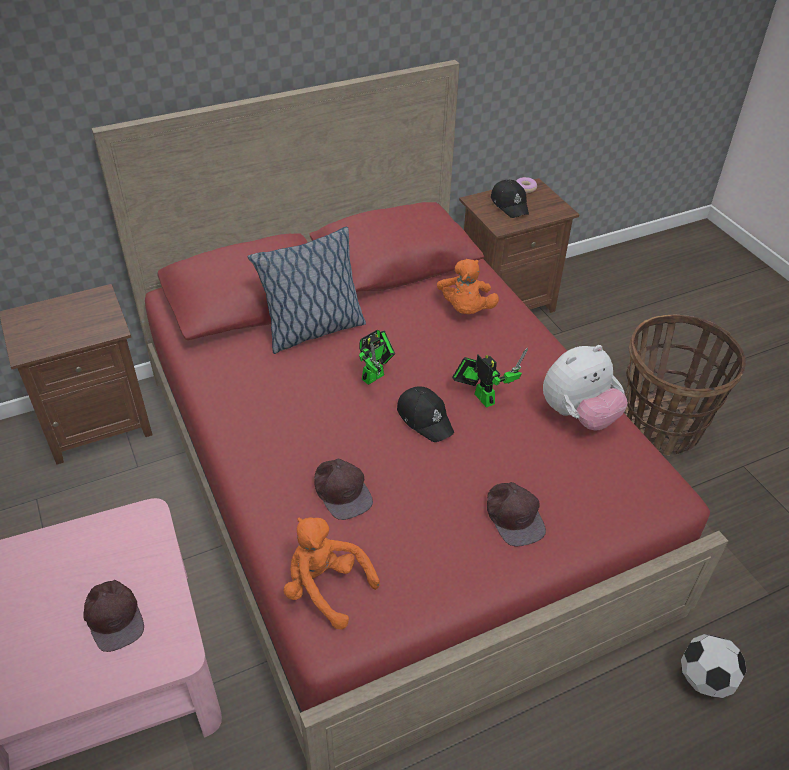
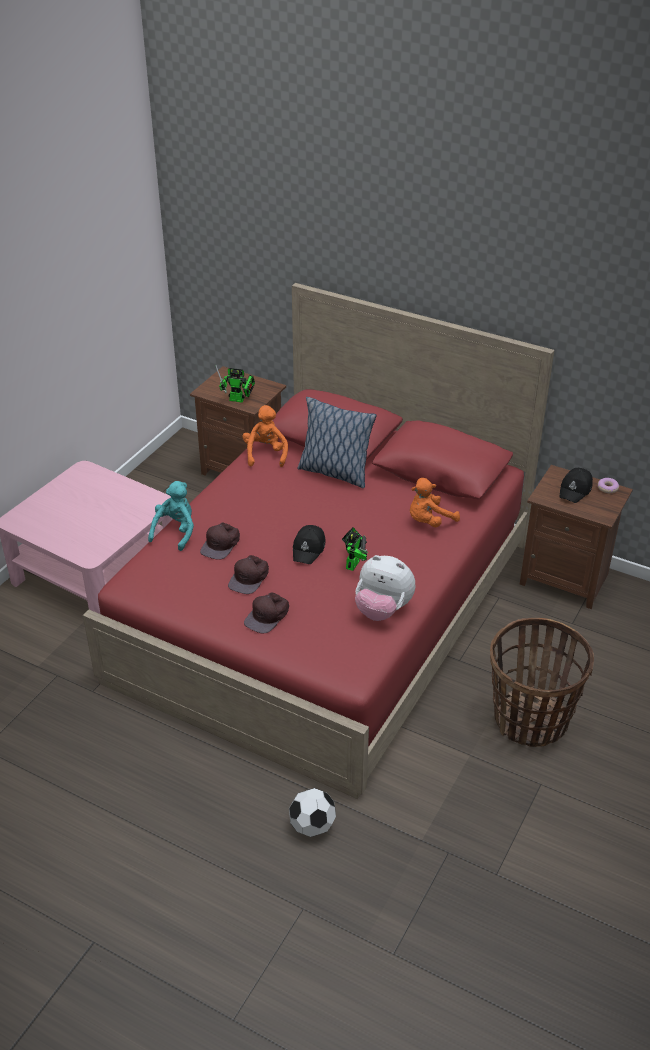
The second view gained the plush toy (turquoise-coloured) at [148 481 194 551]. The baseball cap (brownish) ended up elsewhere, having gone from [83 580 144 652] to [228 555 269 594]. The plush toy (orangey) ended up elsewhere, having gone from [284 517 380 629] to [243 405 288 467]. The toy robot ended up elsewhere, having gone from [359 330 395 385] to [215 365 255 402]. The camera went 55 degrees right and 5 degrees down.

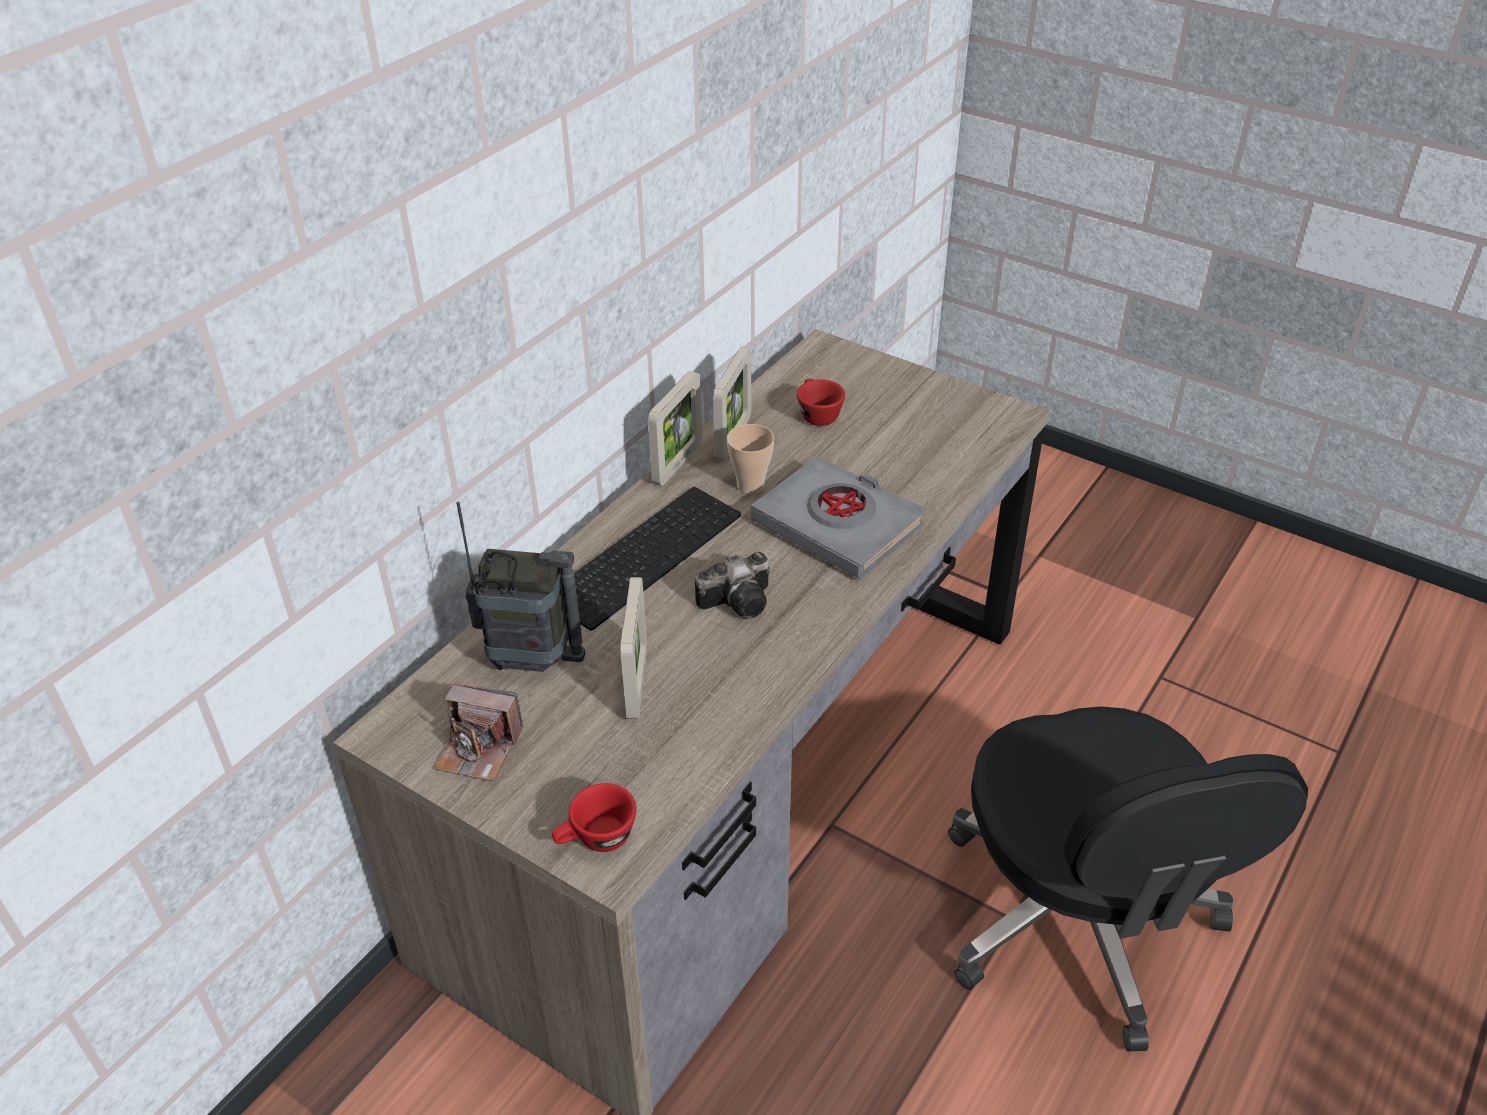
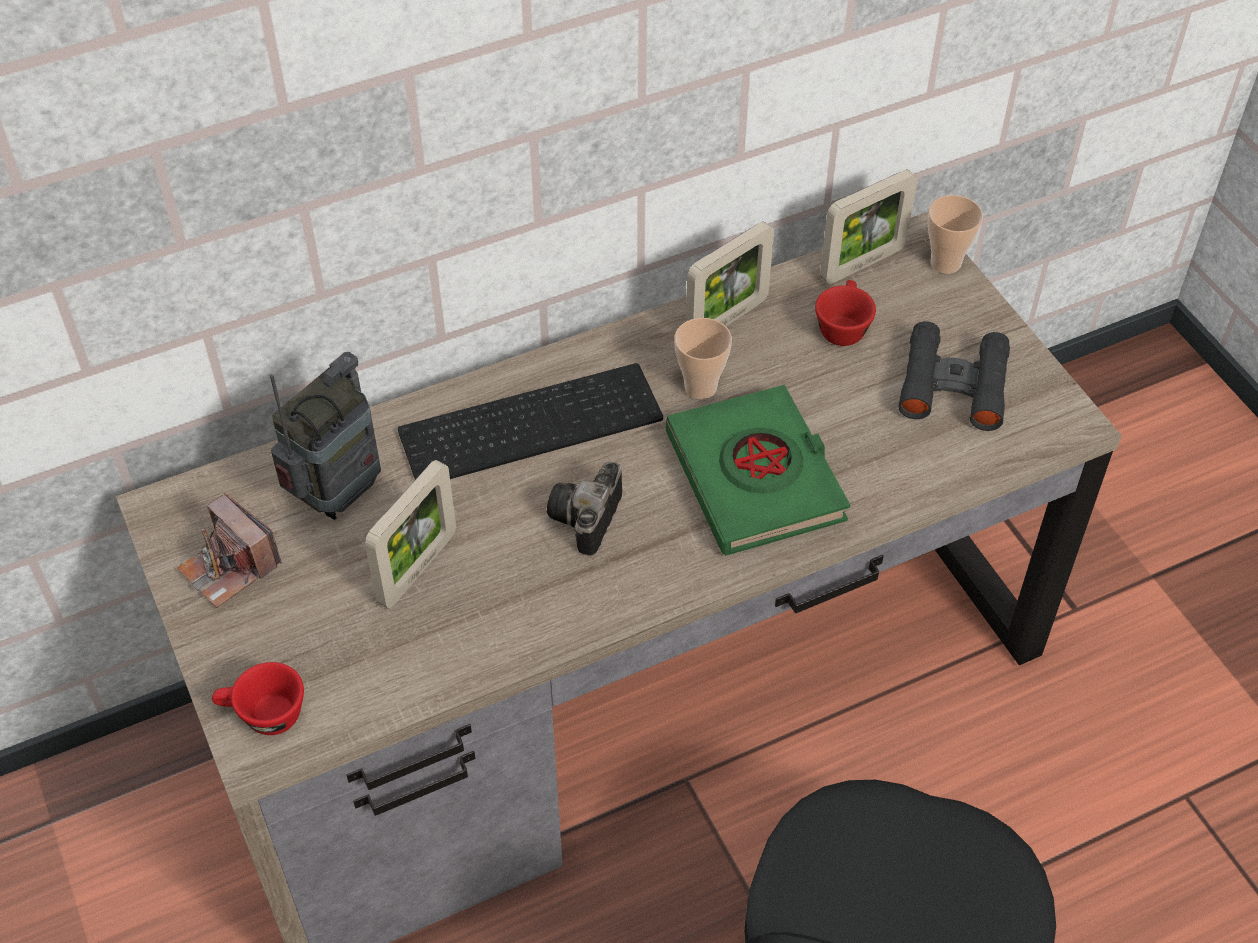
The second view gained the binoculars (black-coloured) at [898 321 1010 431]. The second view gained the drinking cup at [928 195 983 274]. The photo frame ended up elsewhere, having gone from [648 371 702 486] to [820 170 917 284]. What was the bound book (greyish) at [751 456 926 579] turned into the bound book (green-coloured) at [666 385 850 556]. The radio set at [457 502 585 672] ended up facing another way, 90 degrees counterclockwise from before. The still camera at [695 552 770 618] ended up facing another way, 105 degrees clockwise from before. The camera went 30 degrees right and 10 degrees up.

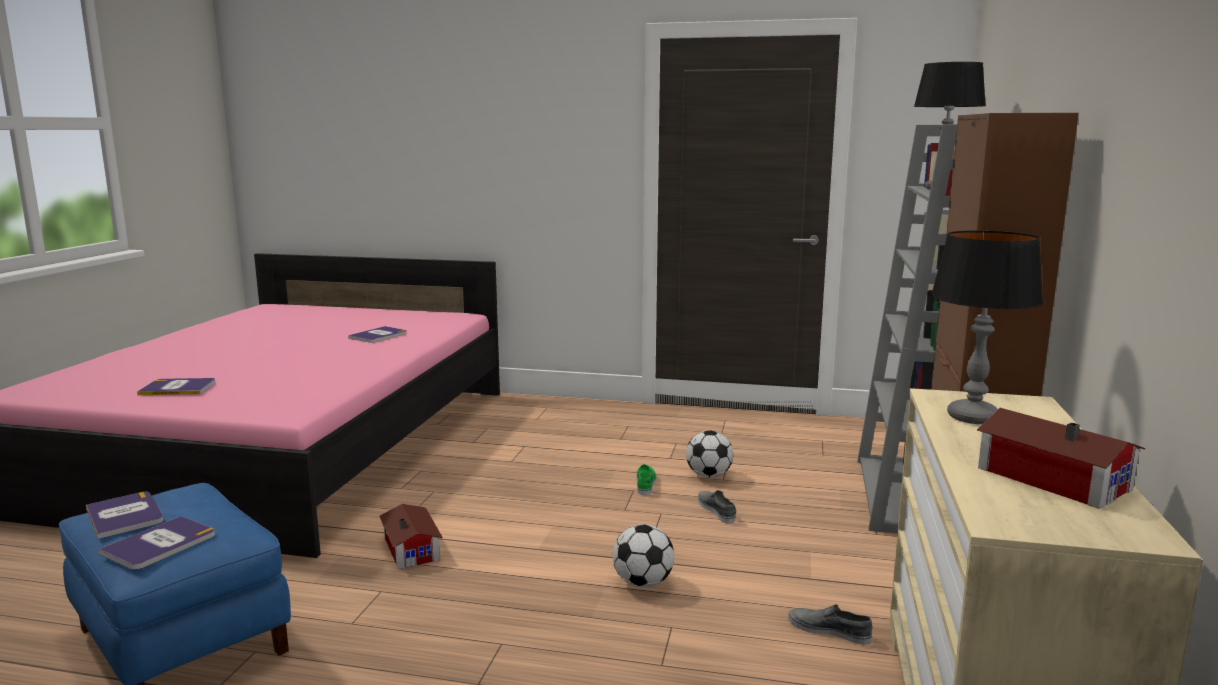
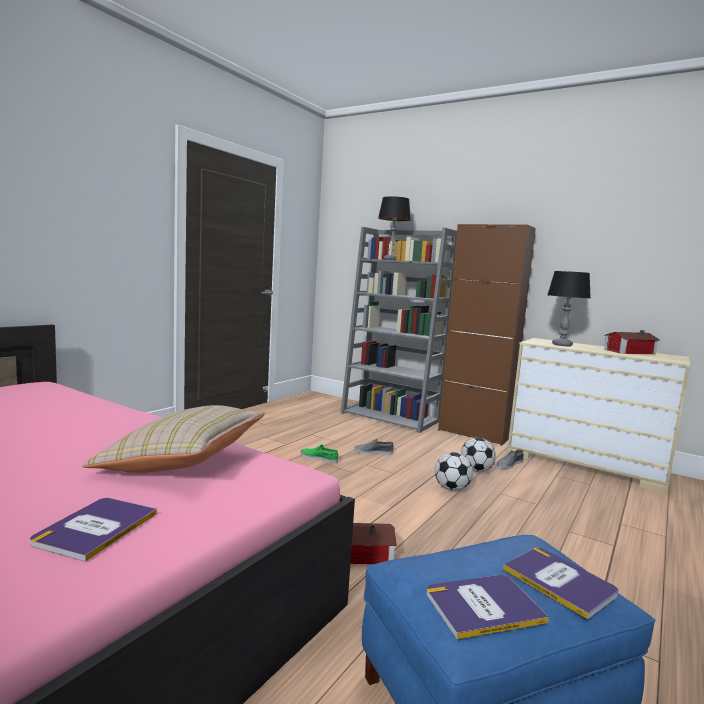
The second view lost the bound book at [348 326 407 343]. The second view gained the pillow (beige) at [82 405 265 473]. The ball for football ended up elsewhere, having gone from [686 430 733 478] to [461 438 496 472]. The camera went 70 degrees left and 5 degrees down.

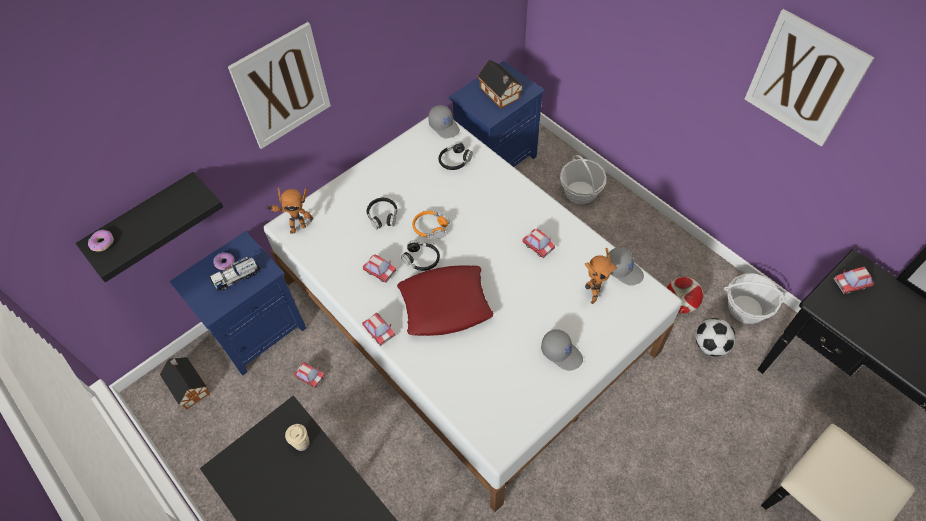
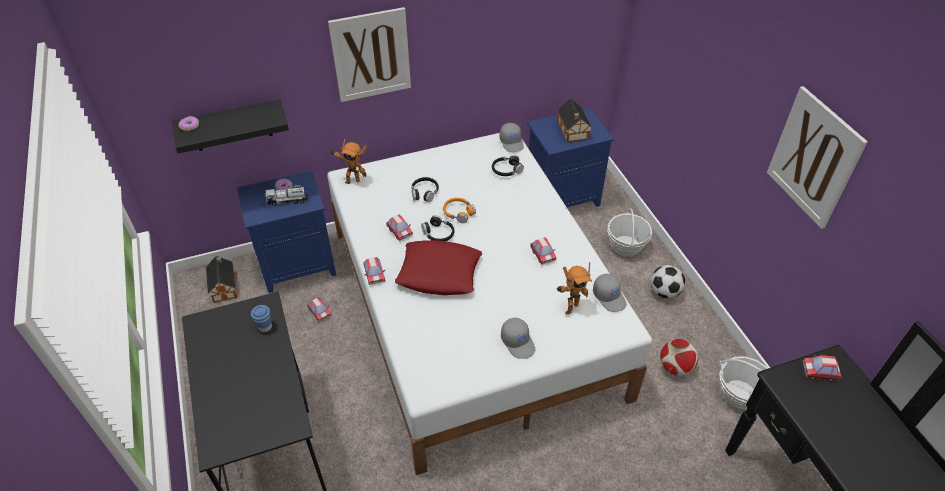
The ball for football ended up elsewhere, having gone from [695 318 736 357] to [651 265 685 299]. What was the drinking cup (beige) at [285 424 310 451] turned into the drinking cup (blue-coloured) at [251 305 272 332]. The camera went 20 degrees right and 10 degrees down.

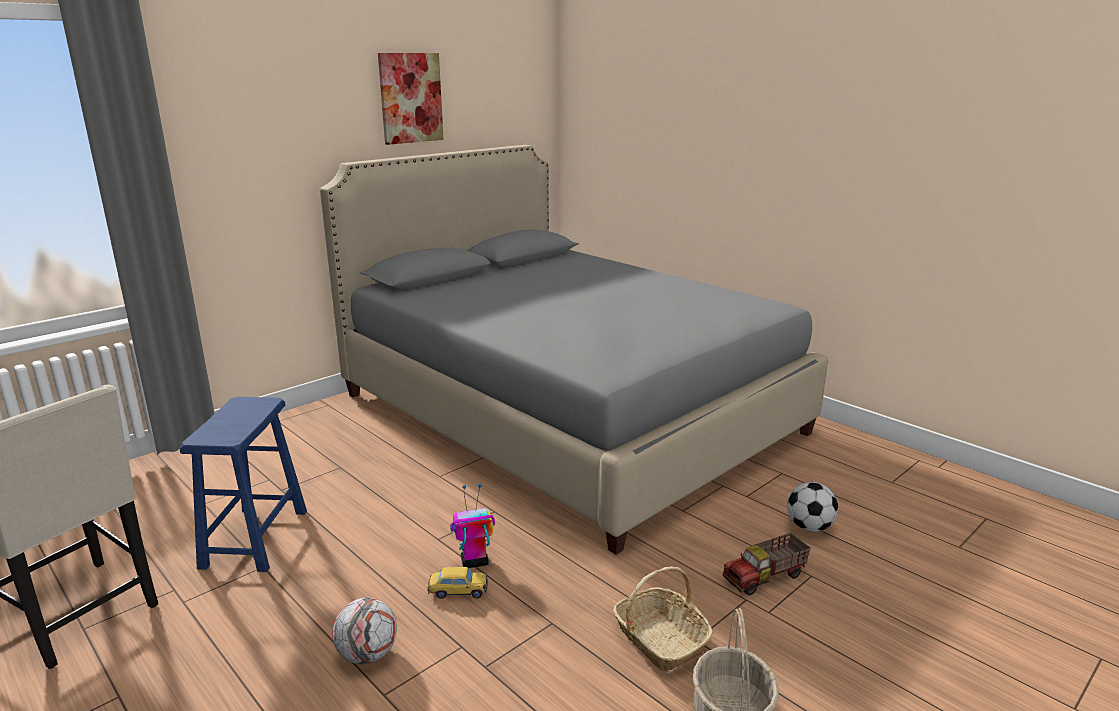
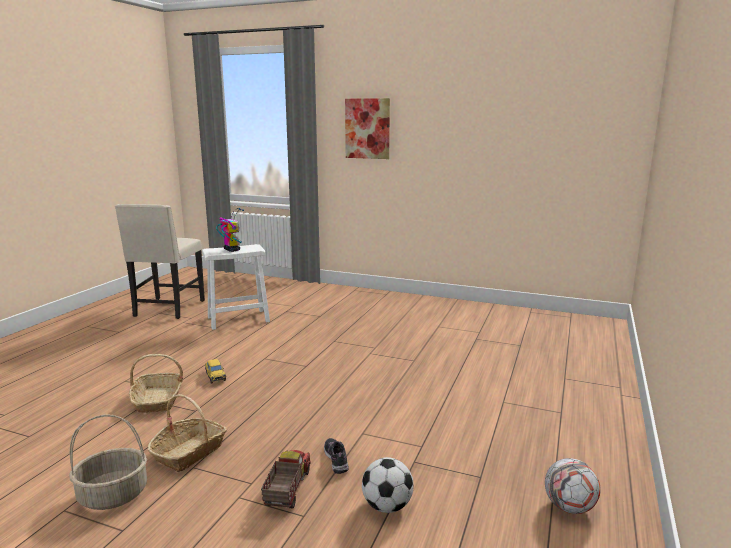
The second view lost the bed (greyish) at [320 145 828 555]. The second view gained the storage basket at [129 354 183 413]. The second view gained the item of footwear at [324 438 349 474]. The ball for football ended up elsewhere, having gone from [332 598 397 664] to [545 458 601 514]. The picture ended up elsewhere, having gone from [378 53 444 145] to [345 98 390 159]. The toy robot ended up elsewhere, having gone from [450 484 495 568] to [216 208 244 252]. What was the sitting stool (blue-coloured) at [180 397 307 572] turned into the sitting stool (white) at [202 244 270 330]. The model truck at [723 533 811 595] ended up facing another way, 60 degrees clockwise from before. The camera went 65 degrees right and 5 degrees down.

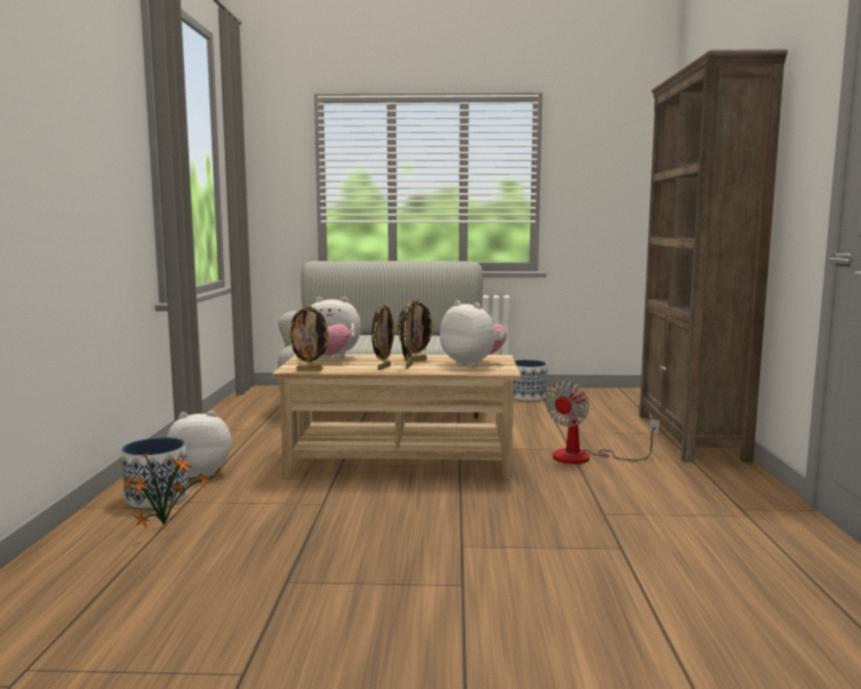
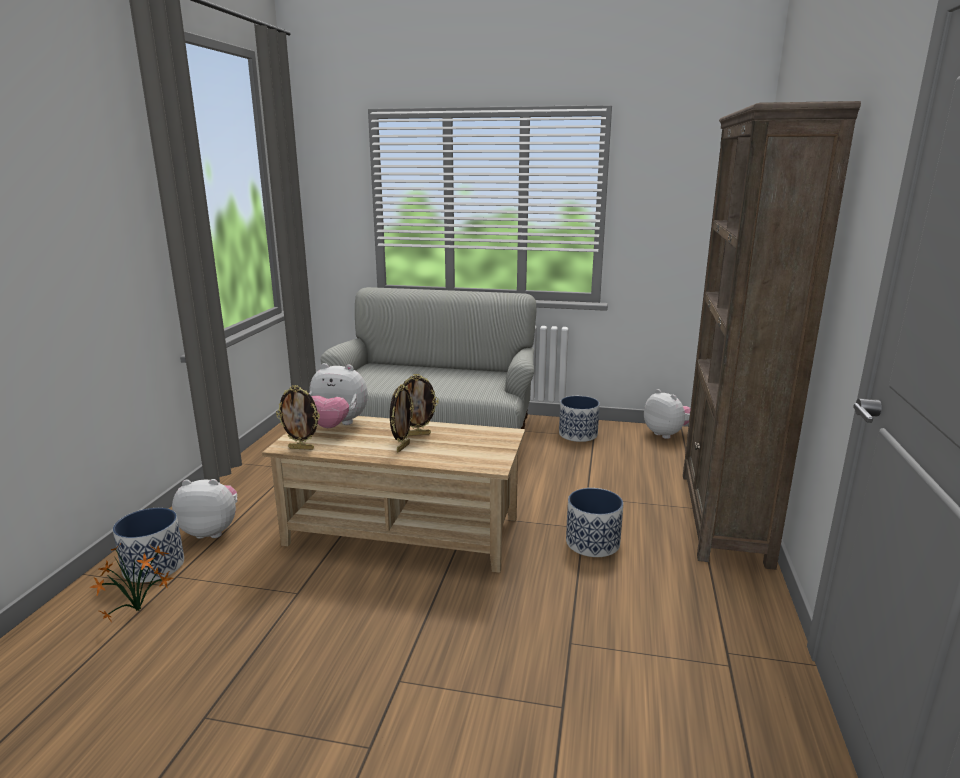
The second view lost the photo frame at [372 303 396 370]. The plush toy ended up elsewhere, having gone from [440 300 507 368] to [644 389 691 439]. Where the fan stood at [545 381 660 464], the flower pot came to stand at [566 488 623 557]. The camera went 10 degrees right and 10 degrees up.

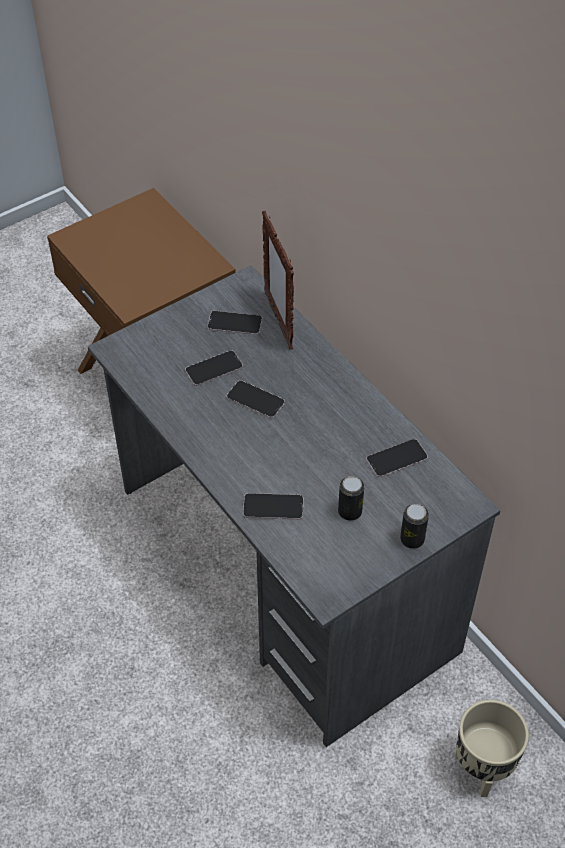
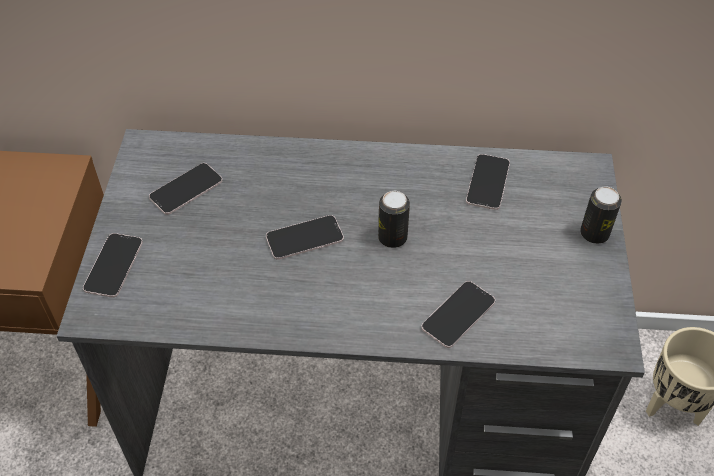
The second view lost the photo frame at [262 211 294 350]. The handset ended up elsewhere, having gone from [185 350 243 386] to [83 233 143 298]. The can ended up elsewhere, having gone from [338 476 364 521] to [378 191 410 248]. The camera went 50 degrees left and 0 degrees up.

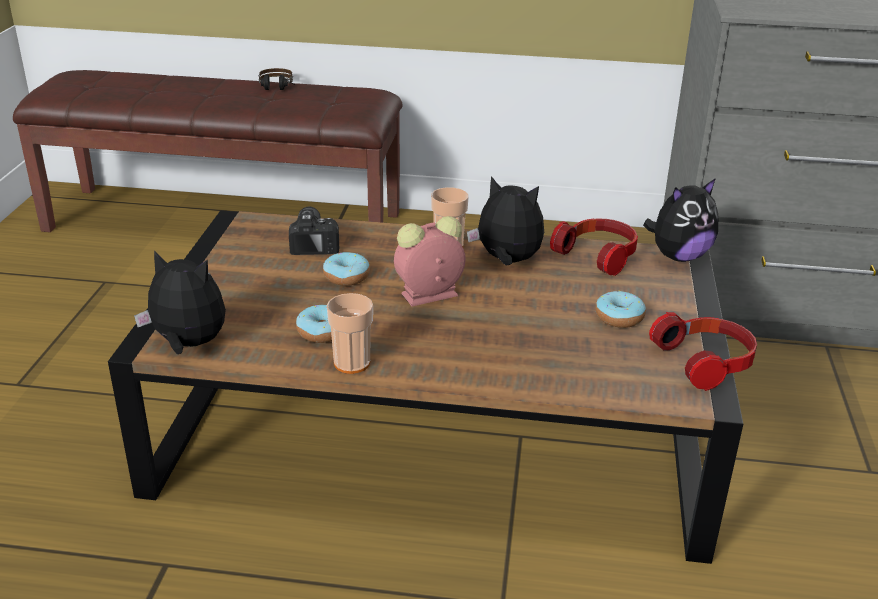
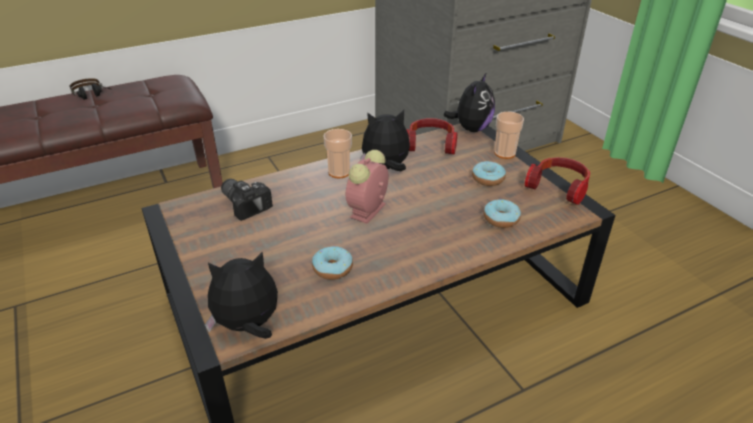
The ring doughnut ended up elsewhere, having gone from [323 252 370 286] to [484 199 521 228]. The drinking cup ended up elsewhere, having gone from [327 293 373 374] to [494 112 524 159]. The camera went 35 degrees left and 5 degrees up.

